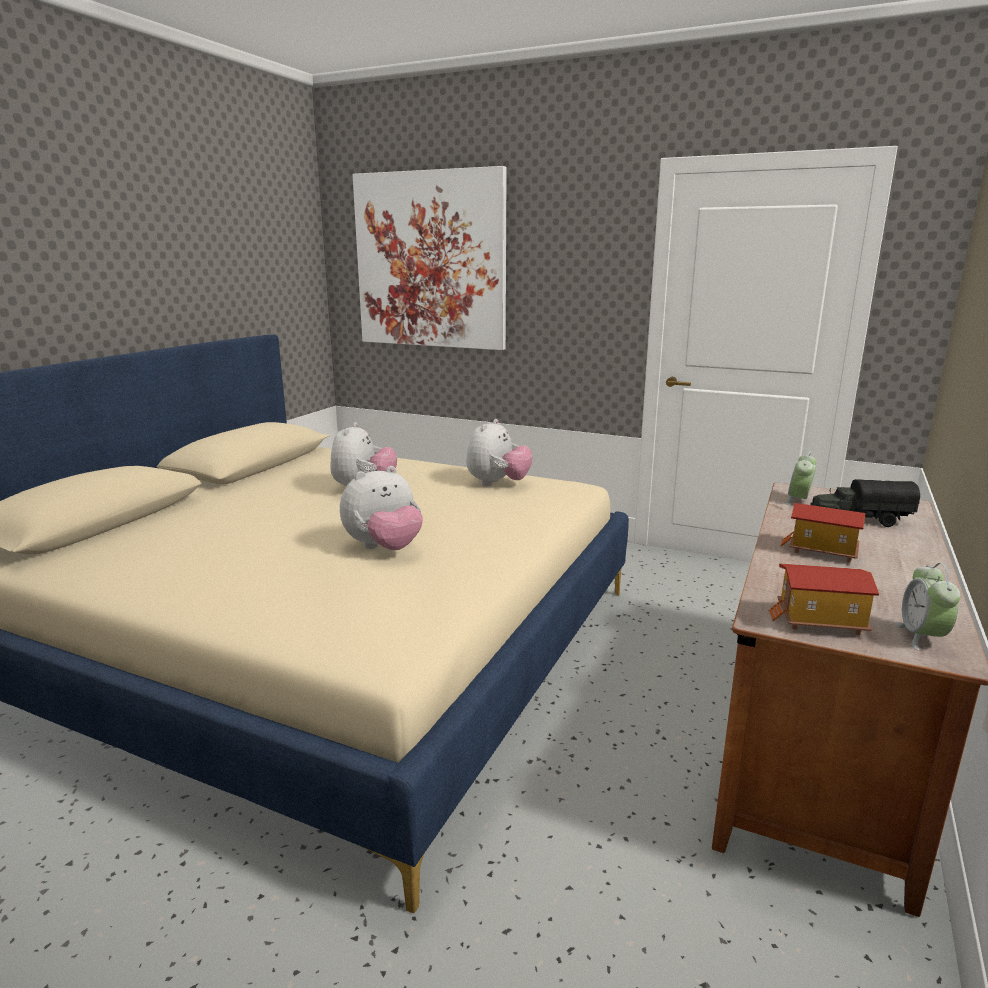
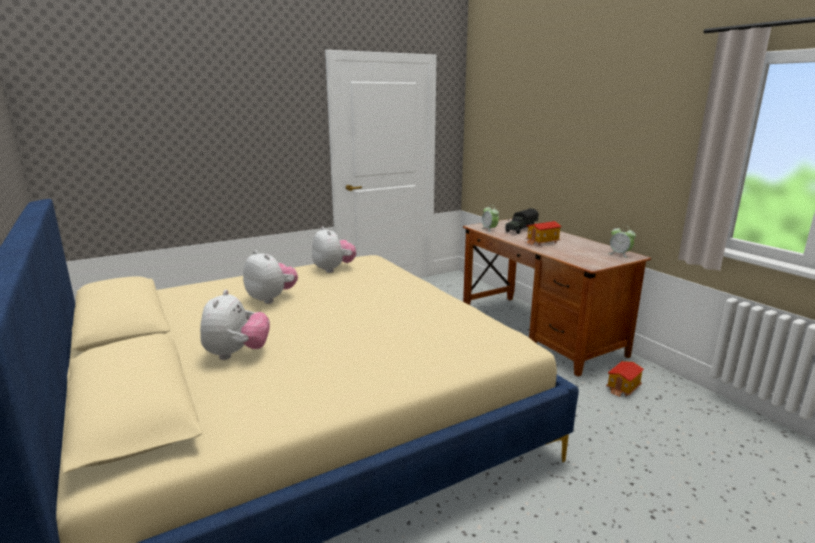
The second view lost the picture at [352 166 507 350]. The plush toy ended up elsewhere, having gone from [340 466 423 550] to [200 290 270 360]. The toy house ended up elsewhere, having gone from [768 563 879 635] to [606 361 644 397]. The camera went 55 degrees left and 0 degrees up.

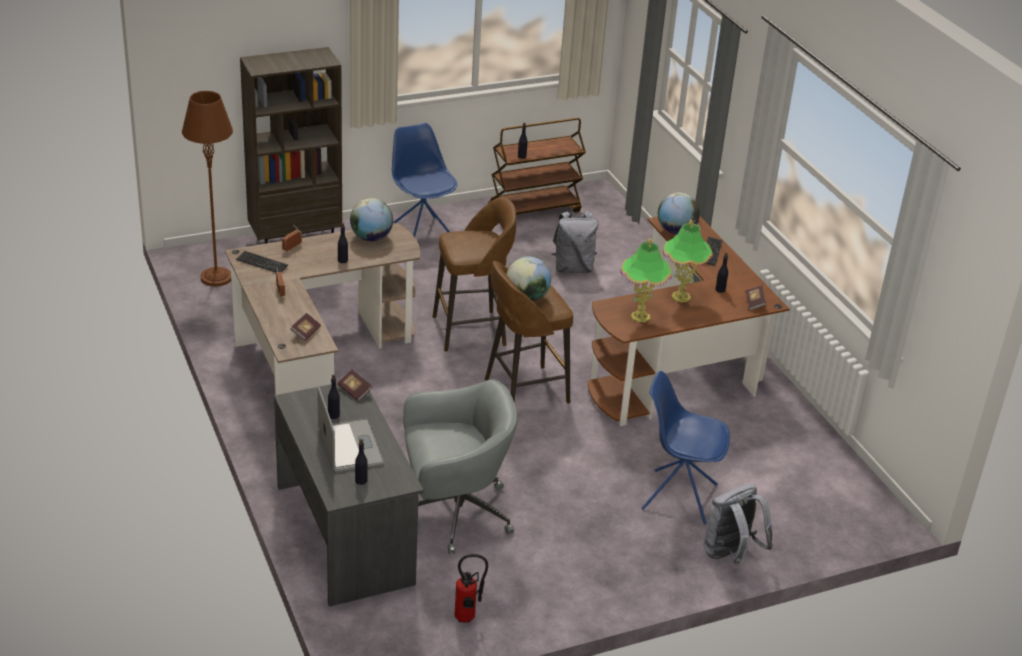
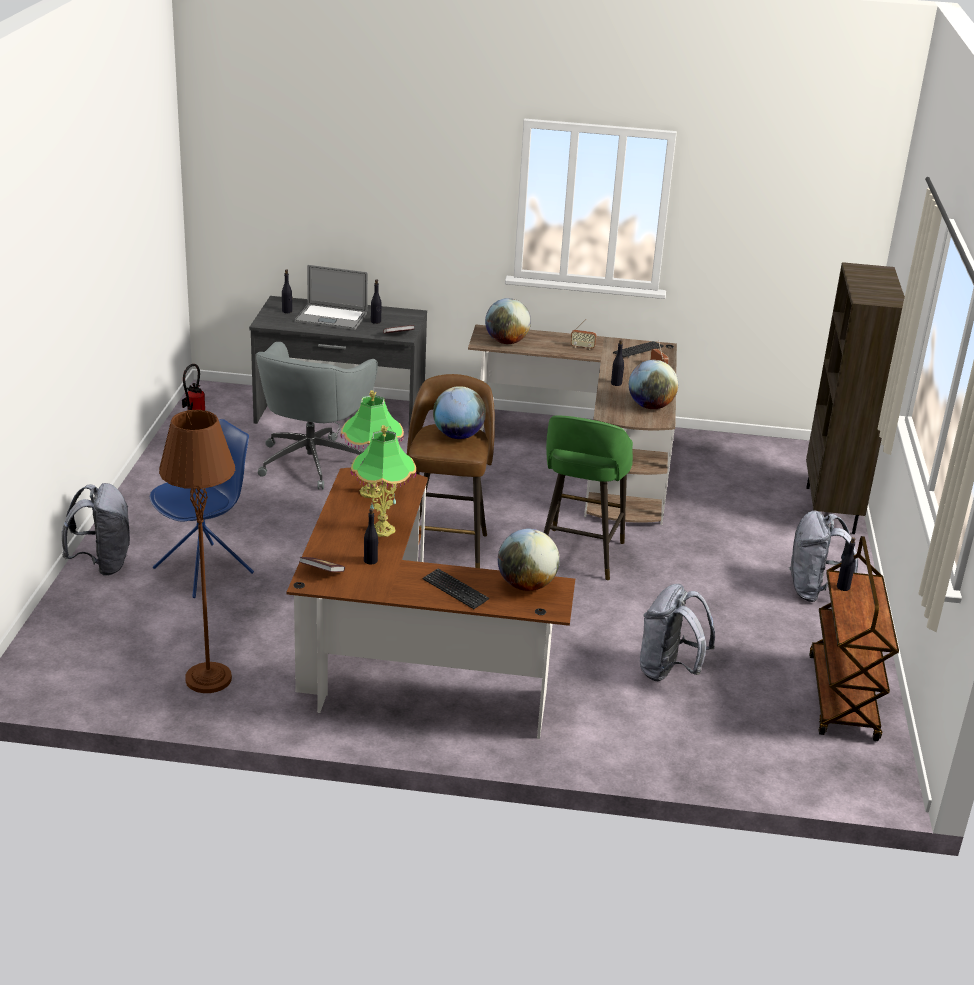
The standard lamp (brownish) ended up elsewhere, having gone from [182 91 233 286] to [159 410 235 693]. Where the bound book stood at [290 313 321 341], the world globe came to stand at [485 298 531 344]. Where the plain chair (blue-coloured) stood at [392 123 457 237], the rucksack (greyish) came to stand at [789 511 858 602]. What was the sitting stool (brownish) at [433 197 516 352] turned into the sitting stool (green-coloured) at [544 416 633 581]. The camera went 120 degrees right and 5 degrees down.

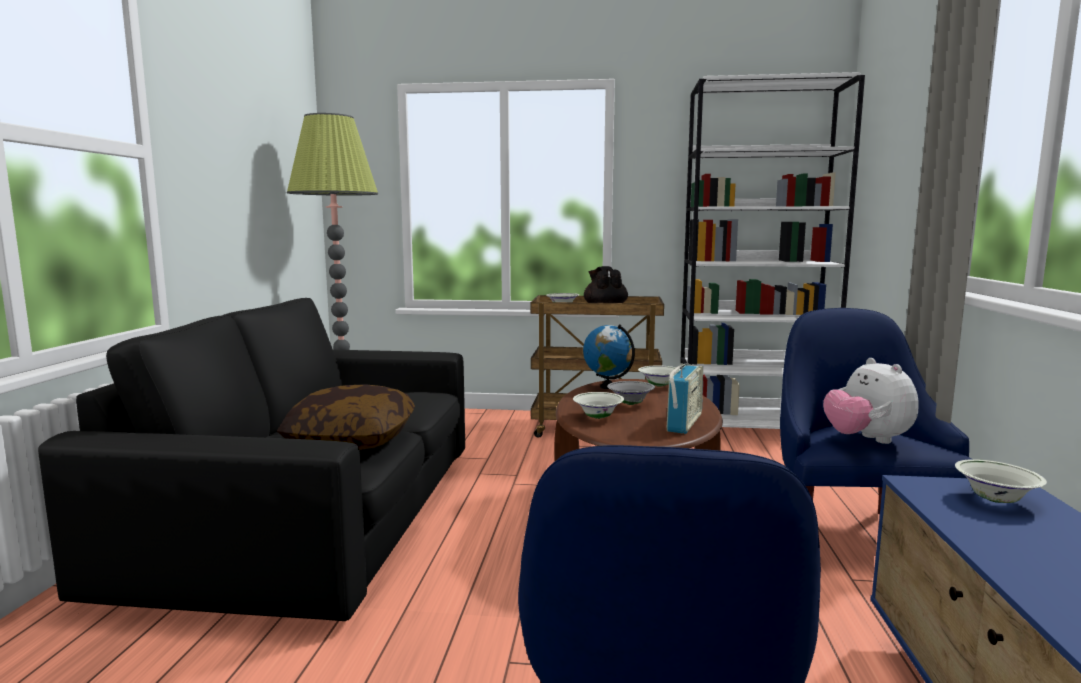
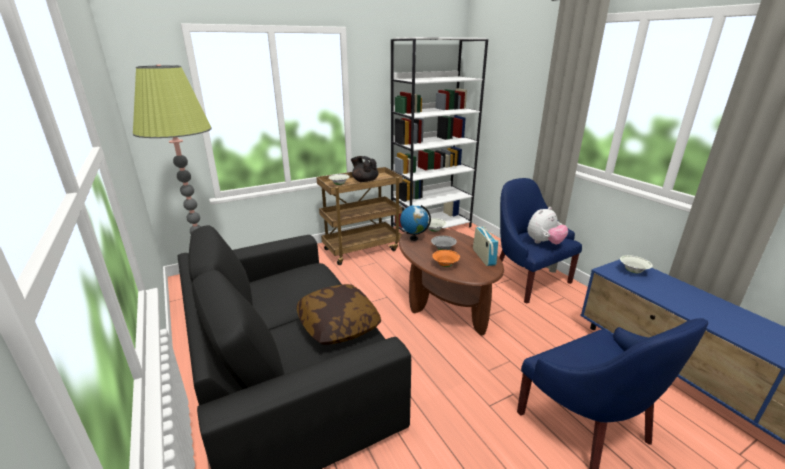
What was the deep dish (white) at [573 392 624 419] turned into the deep dish (orangey) at [432 250 460 267]. The plush toy at [823 358 919 444] ended up facing another way, 75 degrees counterclockwise from before. The camera went 35 degrees left and 15 degrees up.

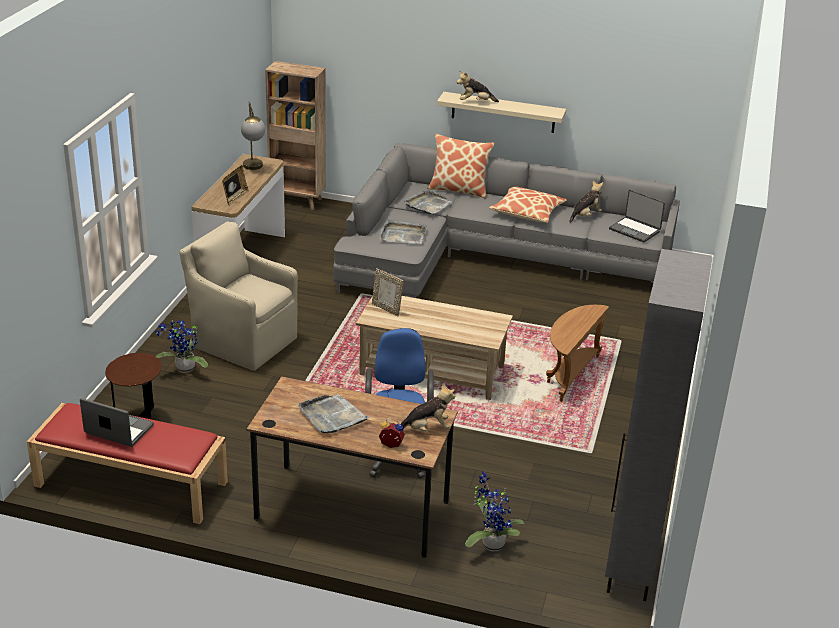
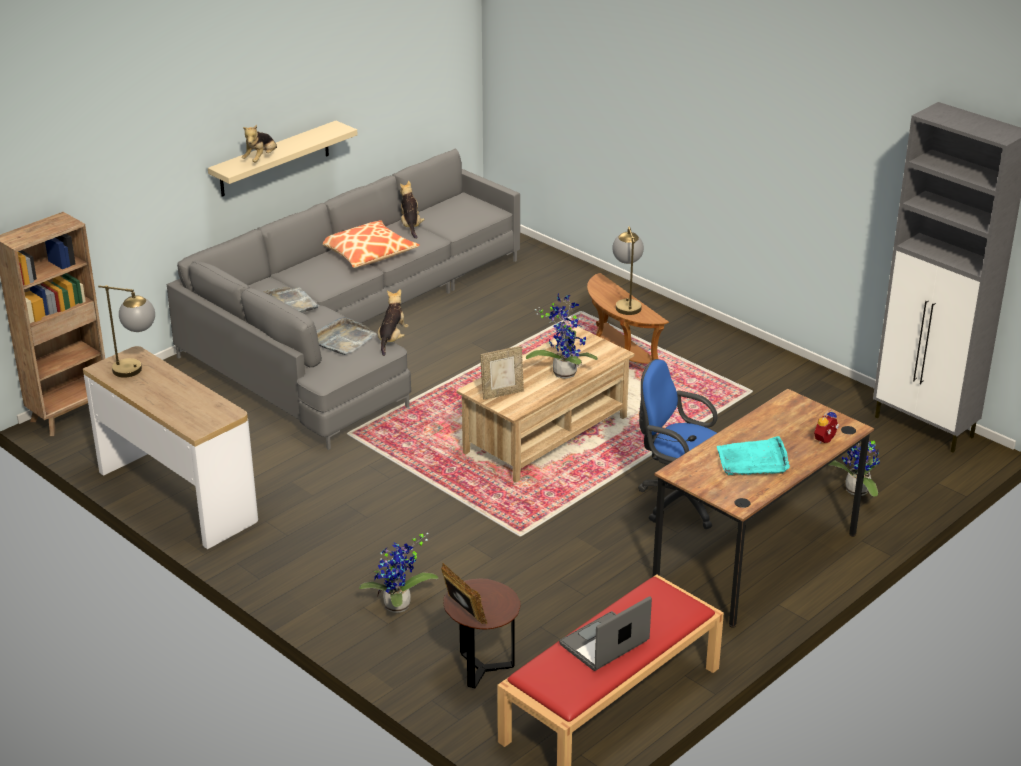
The second view lost the armchair (beige) at [179 222 298 371]. The second view lost the pillow at [427 134 495 199]. The second view lost the portable computer at [609 190 665 242]. The second view gained the plant in a pot at [526 293 598 379]. The second view gained the tabletop lamp at [612 226 644 315]. The photo frame ended up elsewhere, having gone from [222 165 249 205] to [441 563 487 624]. The plush toy ended up elsewhere, having gone from [401 383 455 432] to [378 289 409 356]. What was the carrying tray (greyish) at [299 394 370 434] turned into the carrying tray (turquoise-coloured) at [717 436 790 476]. The camera went 60 degrees left and 0 degrees up.

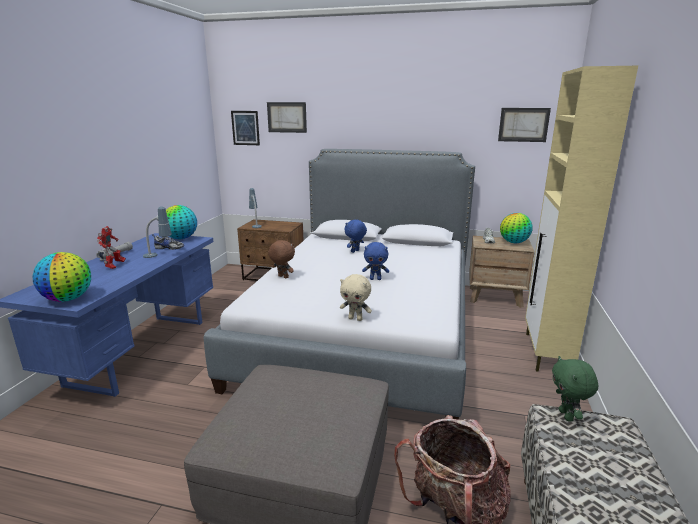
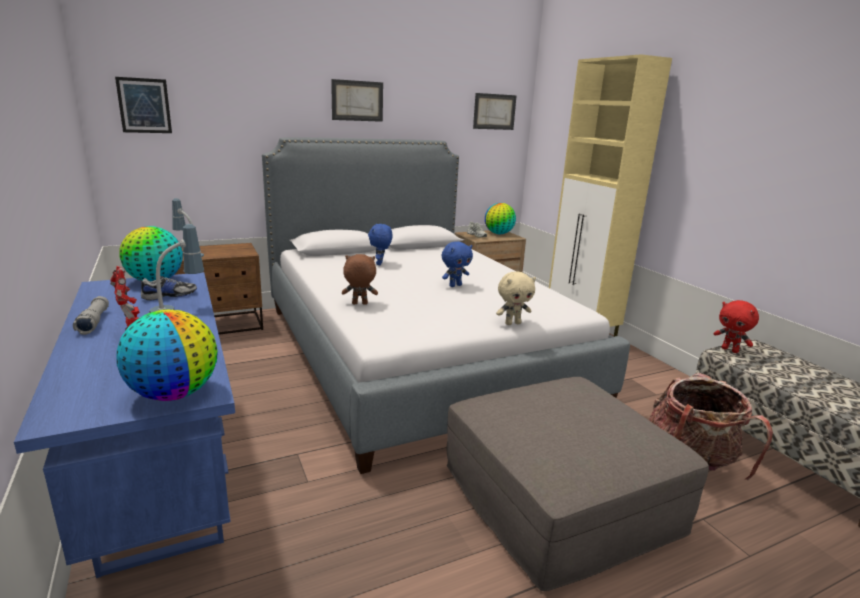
The picture ended up elsewhere, having gone from [267 102 307 133] to [331 79 383 122]. What was the plush toy (green-coloured) at [552 356 598 421] turned into the plush toy (red) at [713 300 759 353]. The camera went 40 degrees left and 0 degrees up.

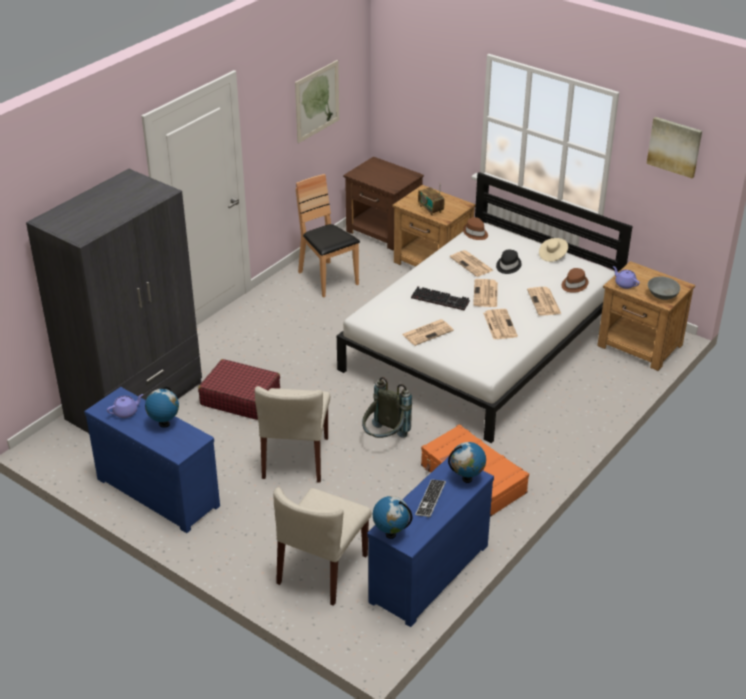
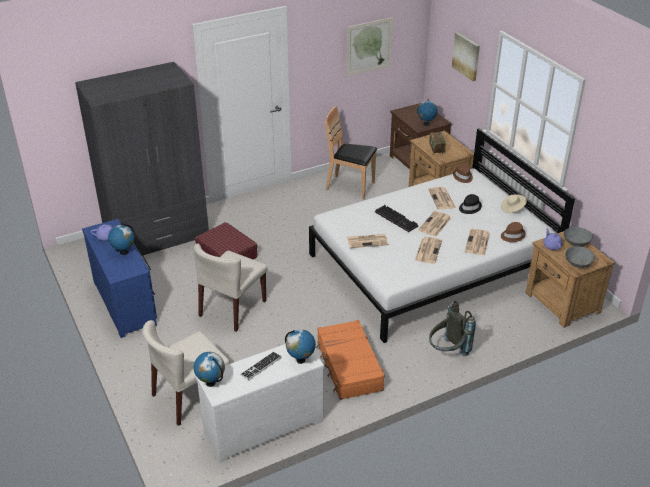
The second view gained the world globe at [417 99 438 126]. The second view gained the deep dish (greyish) at [564 227 593 247]. The rucksack (greyish) ended up elsewhere, having gone from [362 377 412 438] to [429 301 476 356]. The picture ended up elsewhere, having gone from [647 117 702 178] to [452 32 480 81]. What was the dresser (blue-coloured) at [367 457 494 627] turned into the dresser (white) at [196 344 324 463]. The plain chair (brownish) at [295 174 360 298] ended up facing another way, 60 degrees counterclockwise from before. The camera went 25 degrees right and 0 degrees up.

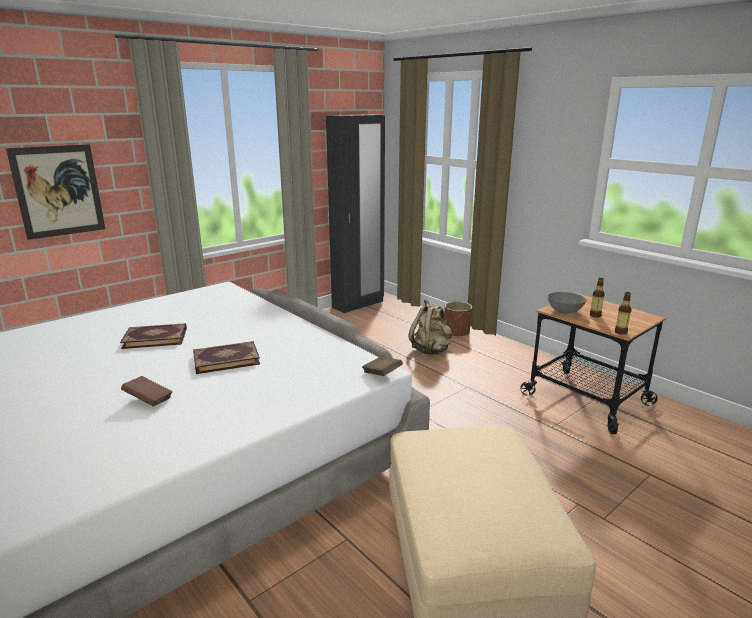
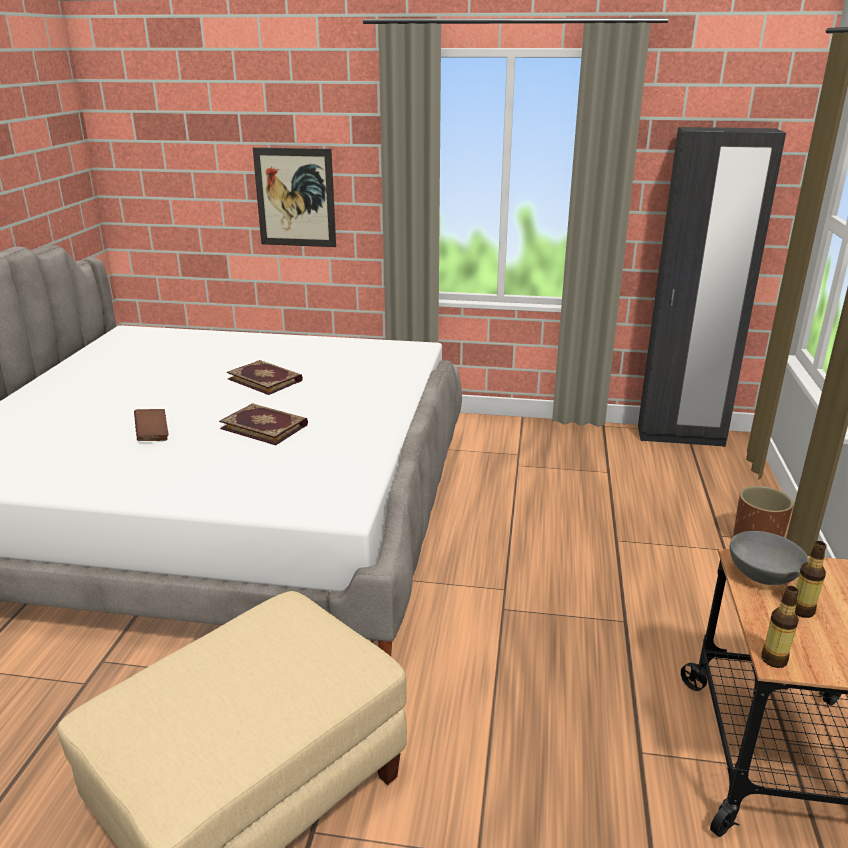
The second view lost the bound book (brownish) at [362 357 403 376]. The second view lost the rucksack (beige) at [409 299 452 355]. The camera went 50 degrees right and 5 degrees up.

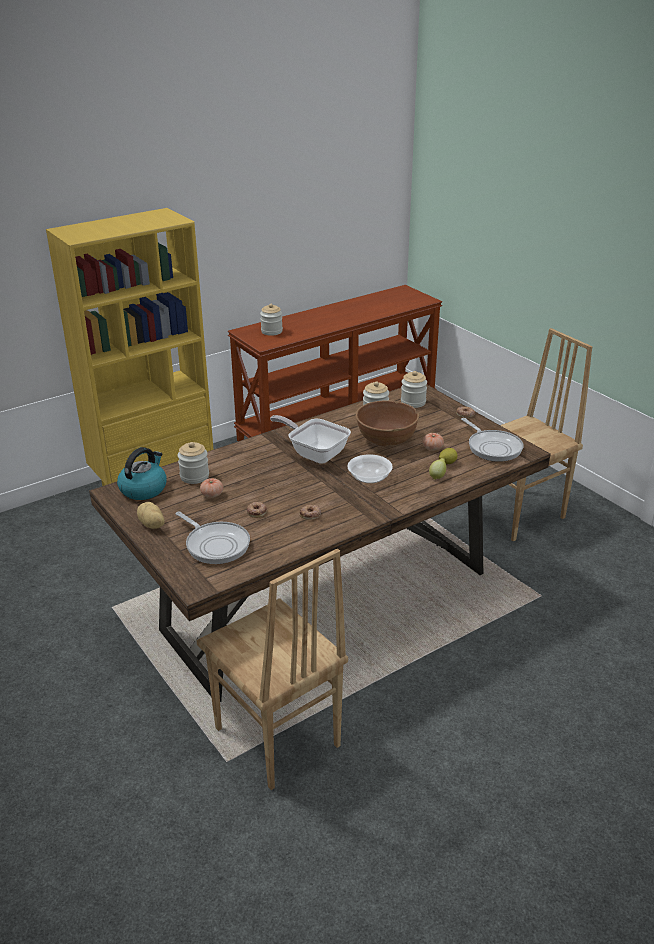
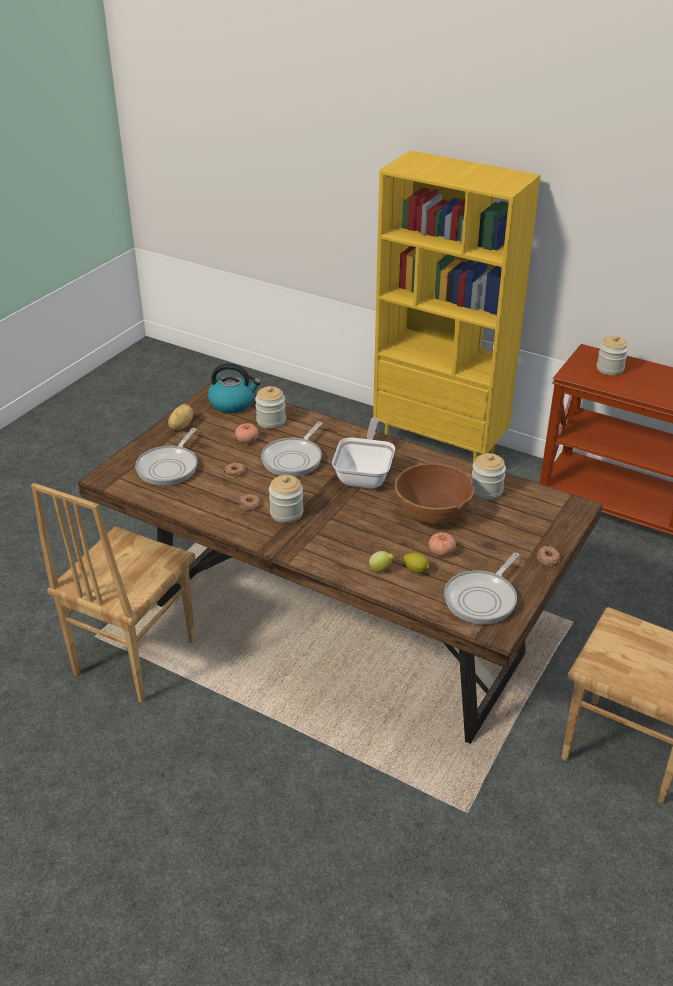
The second view lost the deep dish at [347 454 393 483]. The second view gained the frying pan at [261 422 322 477]. The storage jar ended up elsewhere, having gone from [401 371 427 408] to [269 475 304 523]. The camera went 65 degrees right and 5 degrees up.

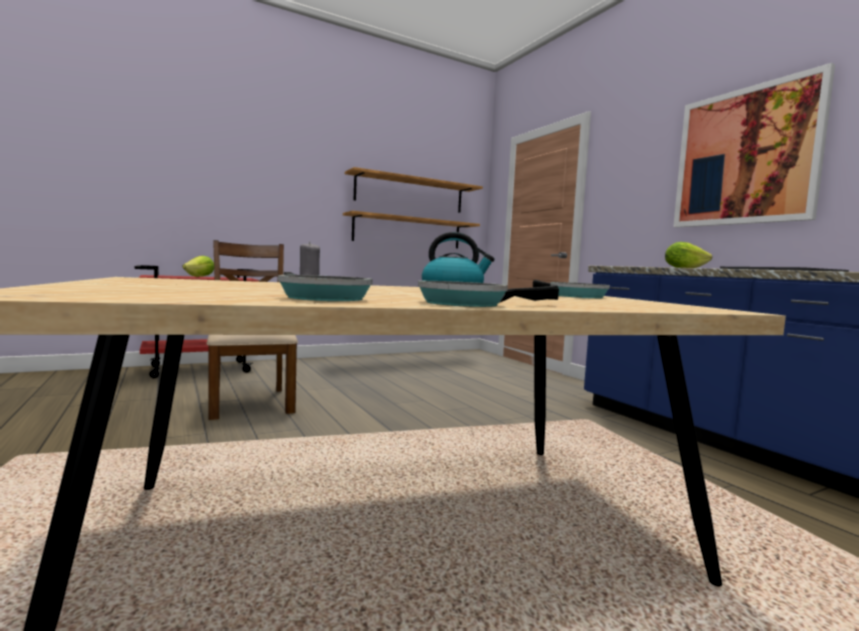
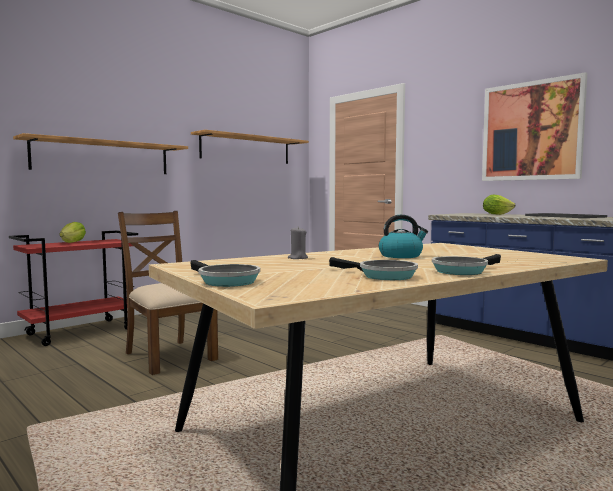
The bracket shelf ended up elsewhere, having gone from [343 211 480 248] to [13 133 188 174]. The frying pan ended up elsewhere, having gone from [533 280 610 298] to [190 260 260 287]. The camera went 15 degrees left and 0 degrees up.

